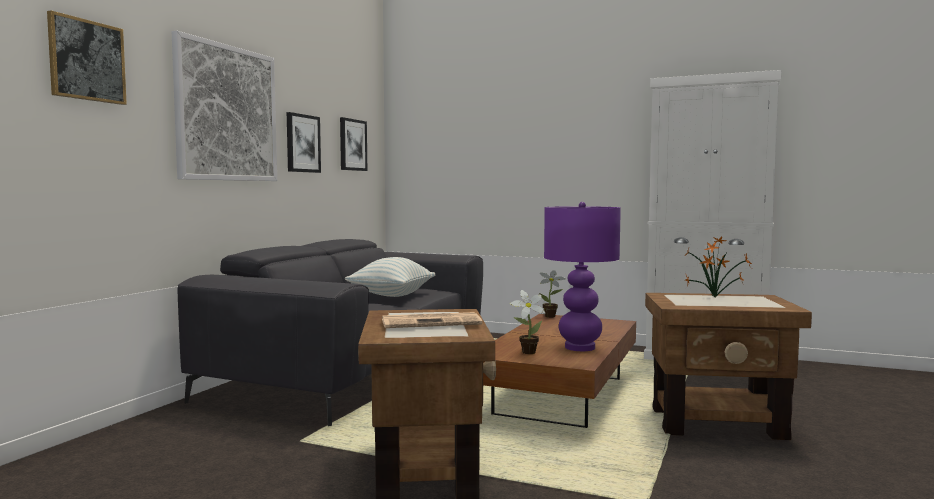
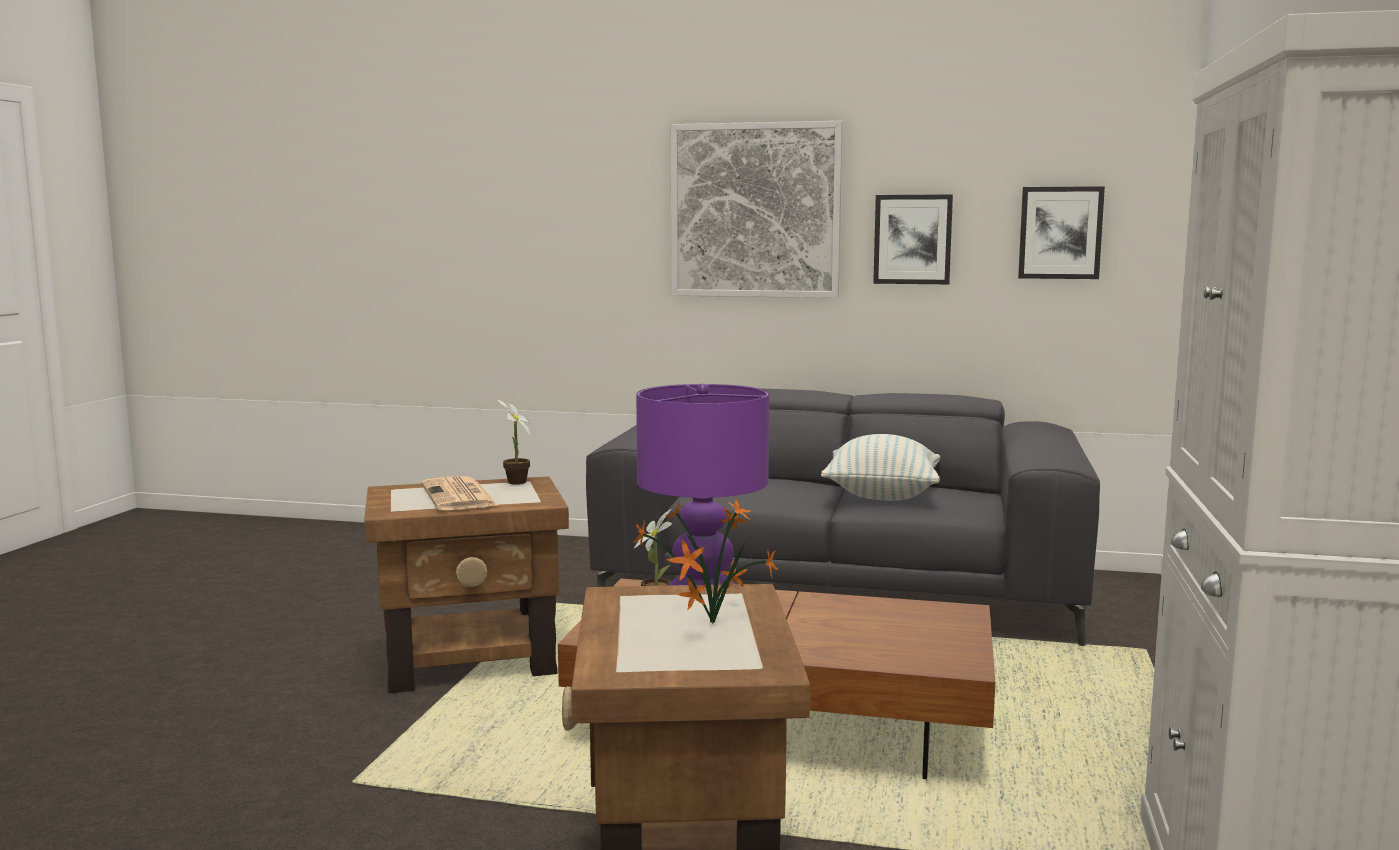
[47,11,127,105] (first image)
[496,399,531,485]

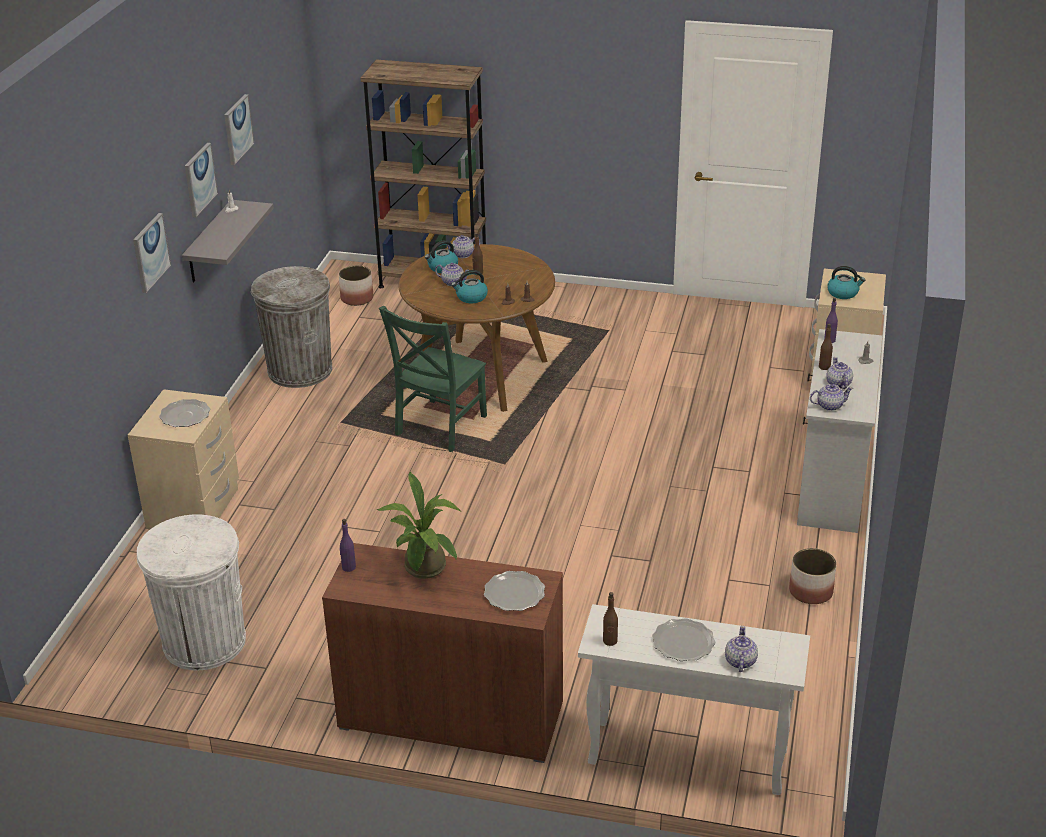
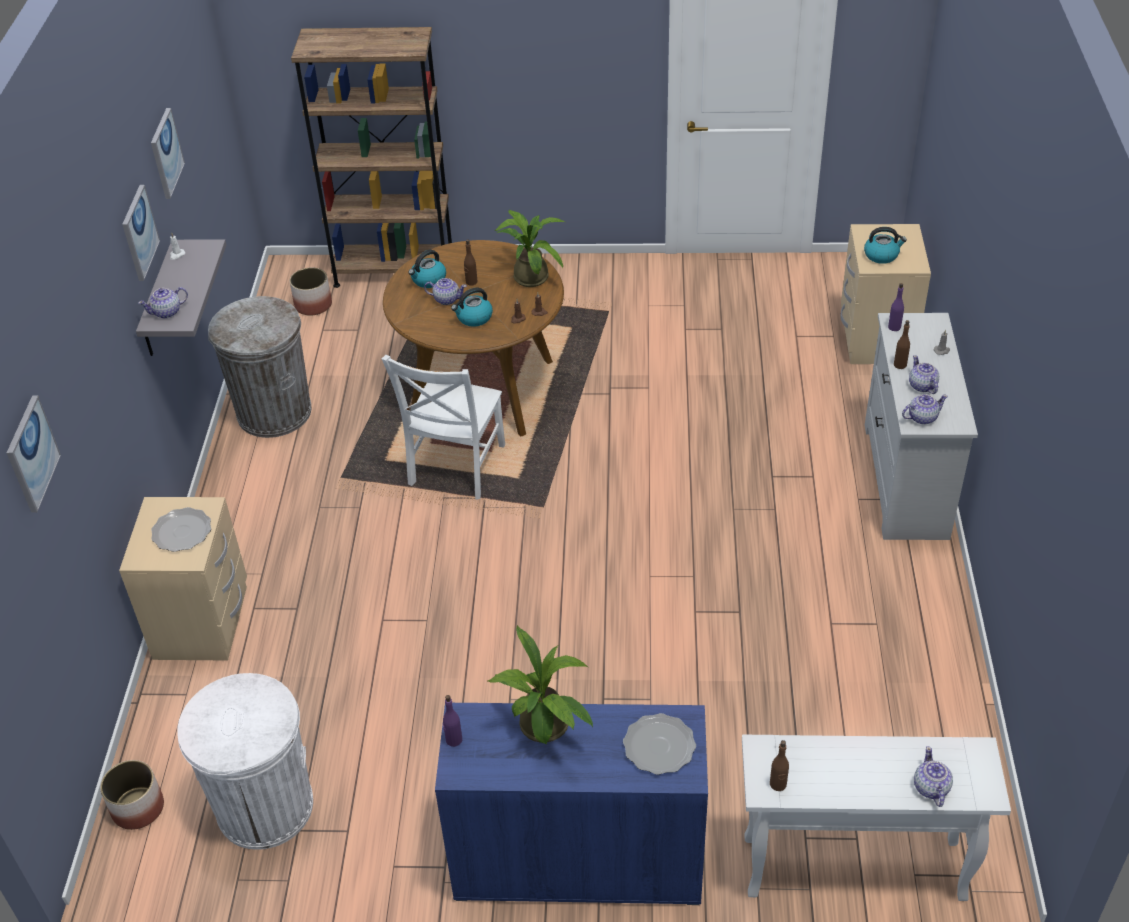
[7,395,61,513]
[435,703,708,905]
[382,355,505,499]
[138,287,188,319]
[652,618,715,661] (first image)
[100,760,164,830]
[494,210,565,287]

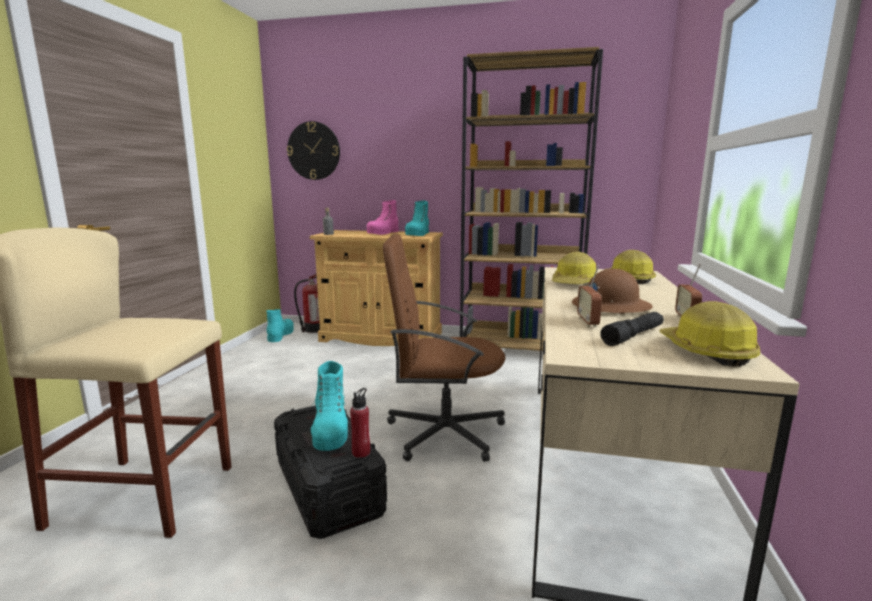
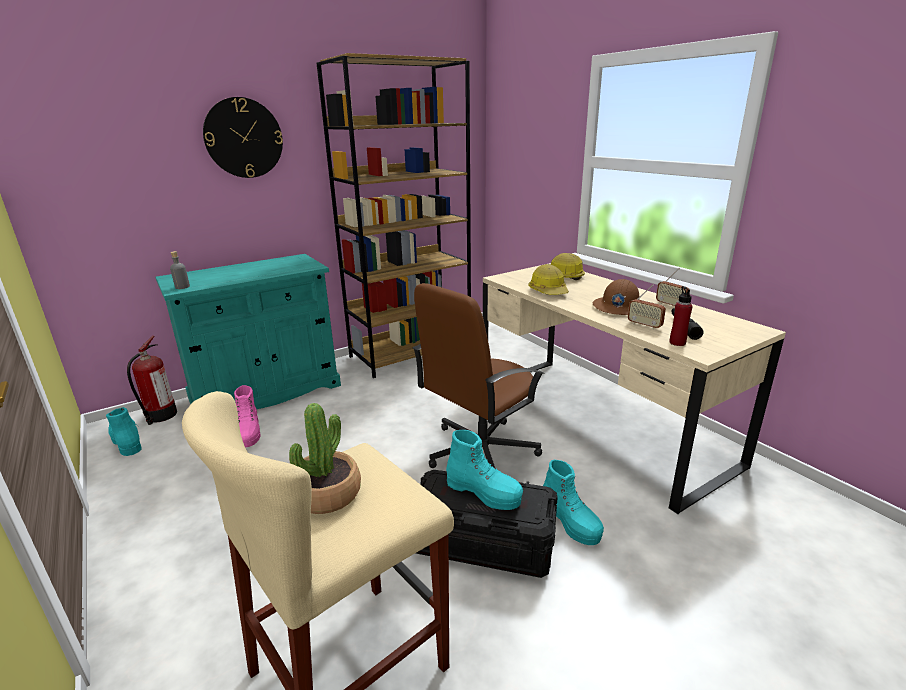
[203,97,283,178]
[156,254,341,409]
[669,286,693,346]
[234,385,261,448]
[543,460,604,545]
[659,301,760,367] (first image)
[289,403,361,514]

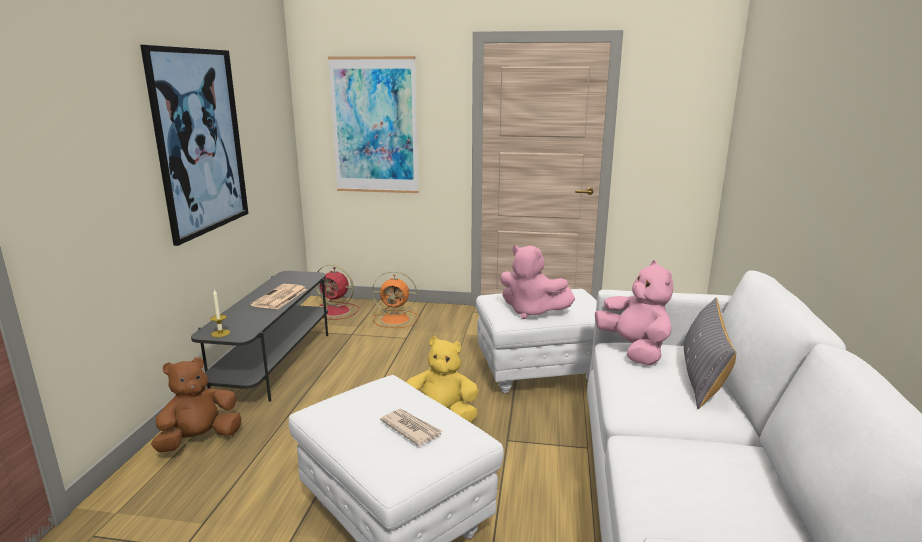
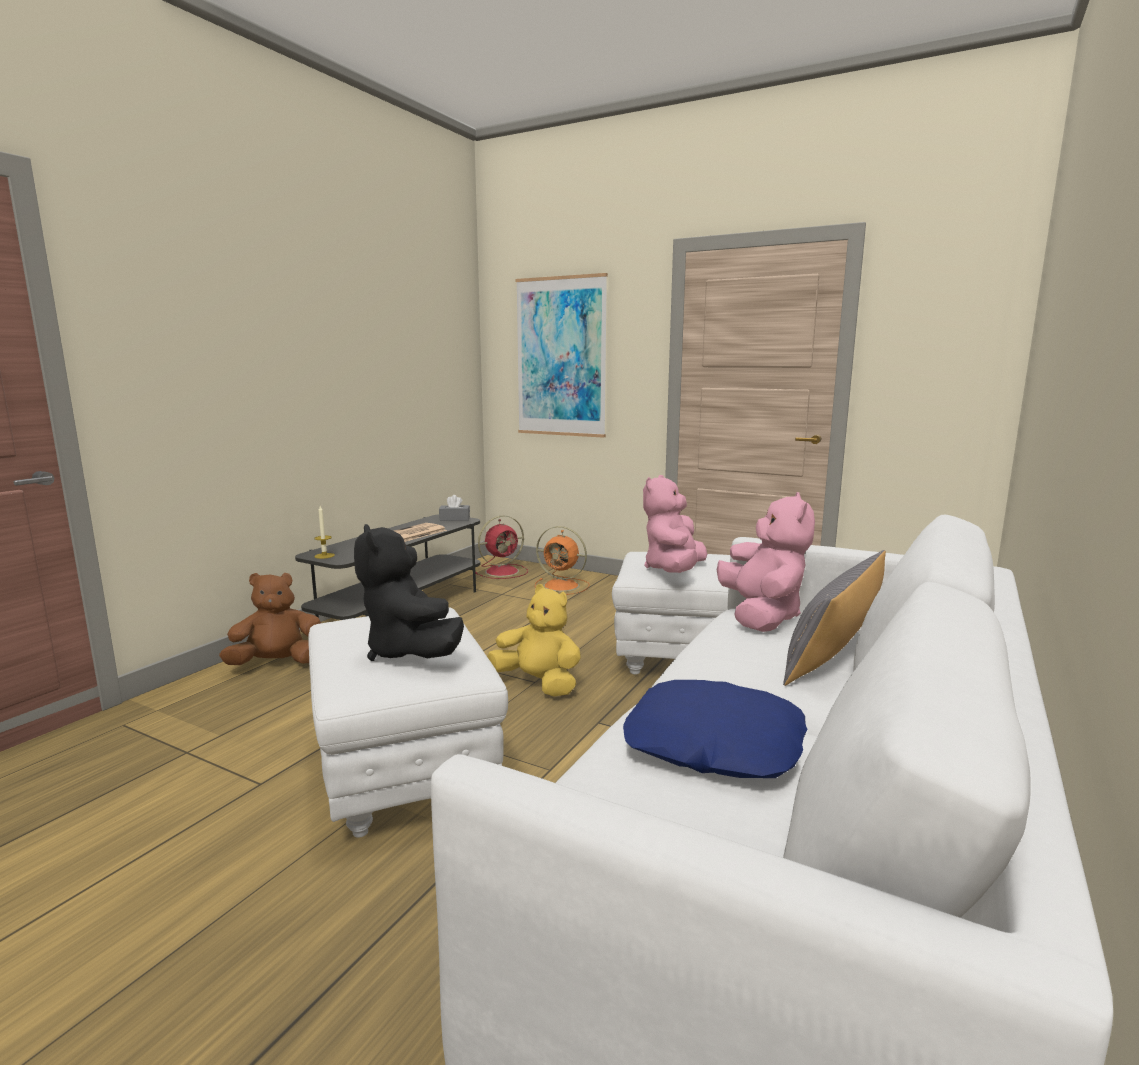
[140,45,249,246] (first image)
[475,515,528,579]
[354,524,464,661]
[643,475,707,573]
[439,495,470,521]
[623,680,808,778]

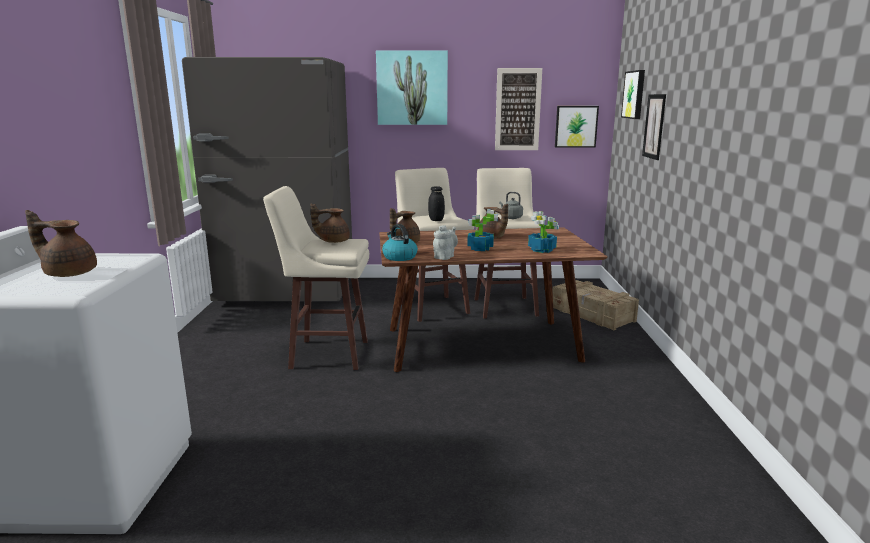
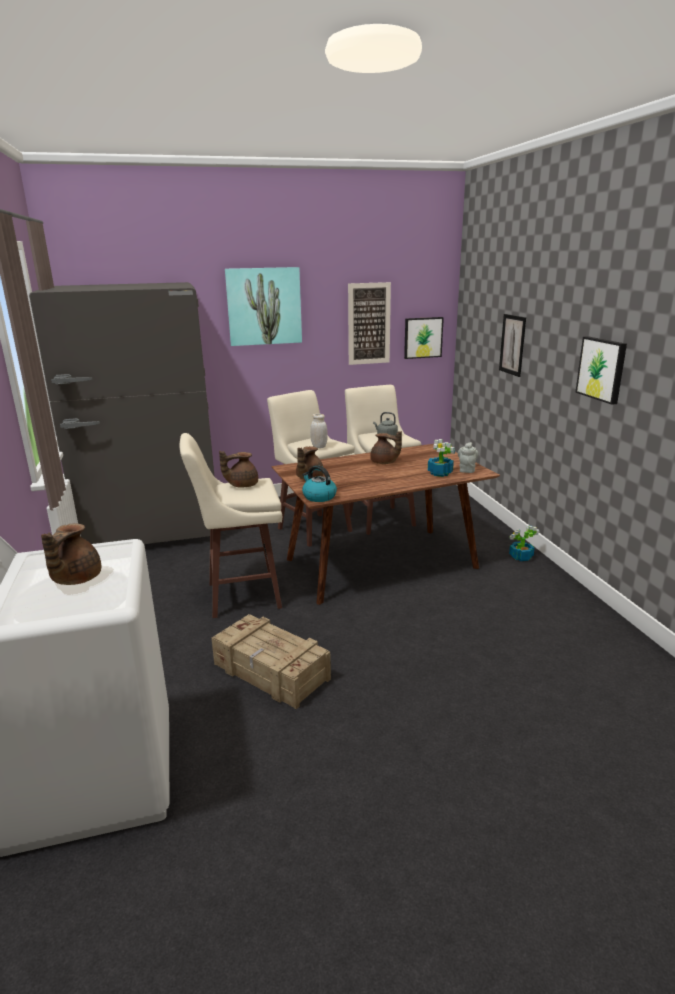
[41,523,101,585]
[310,414,328,448]
[458,442,479,473]
[509,526,540,561]
[211,614,331,709]
[575,336,627,405]

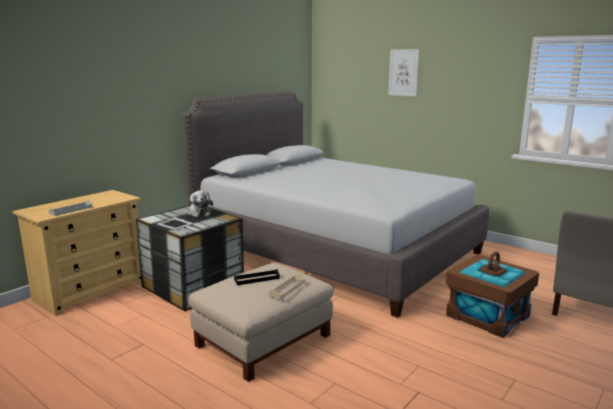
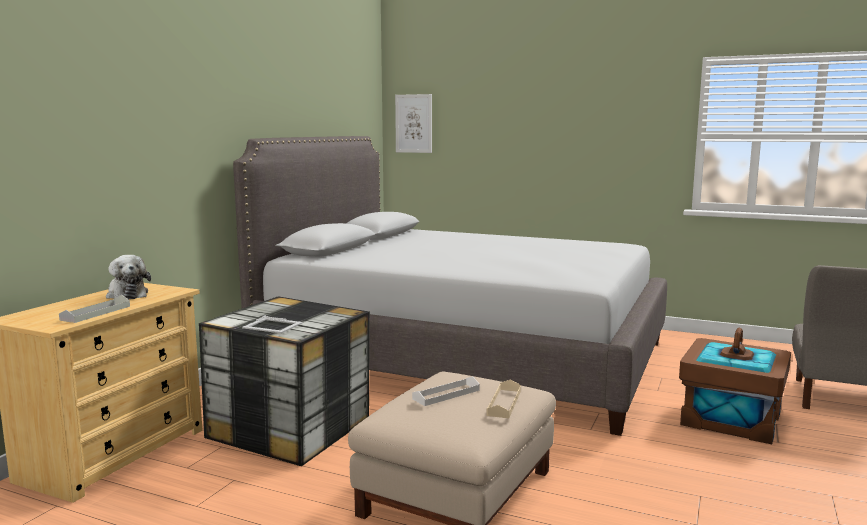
[106,255,151,299]
[412,376,480,406]
[395,94,432,153]

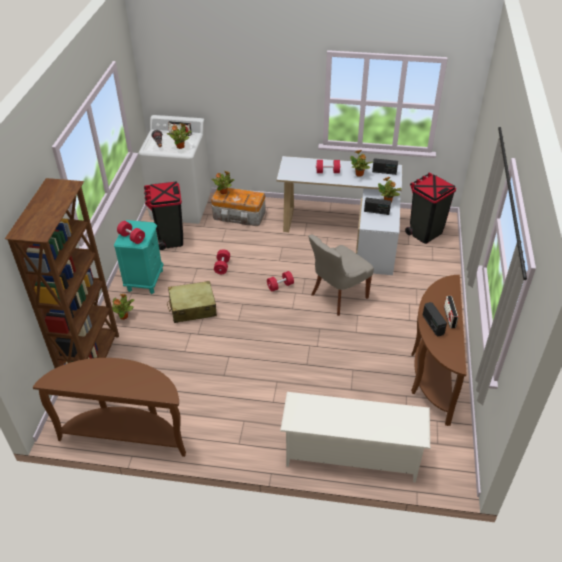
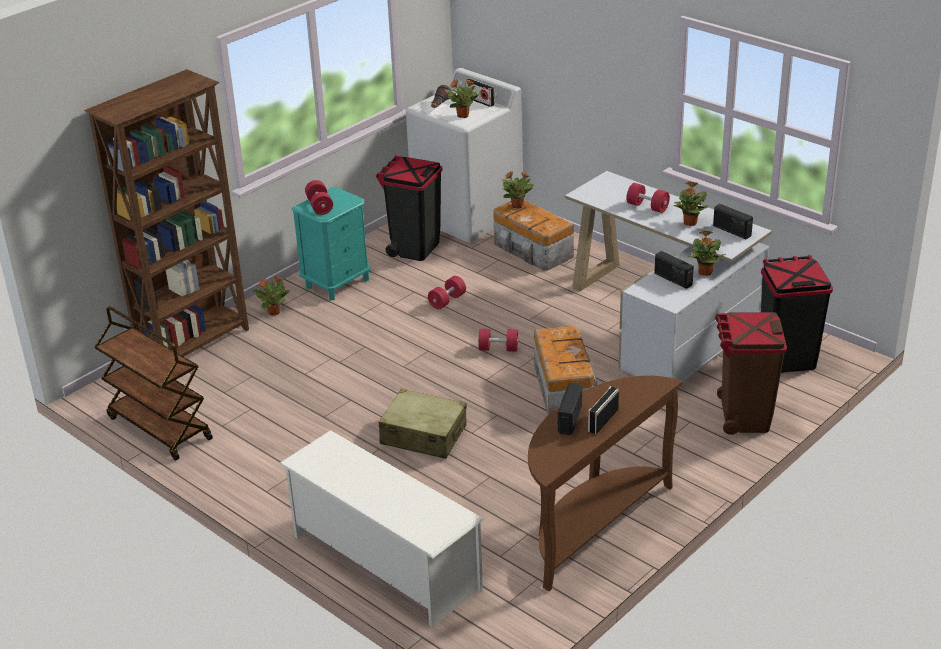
[95,306,213,460]
[379,389,467,459]
[534,326,597,415]
[715,312,787,435]

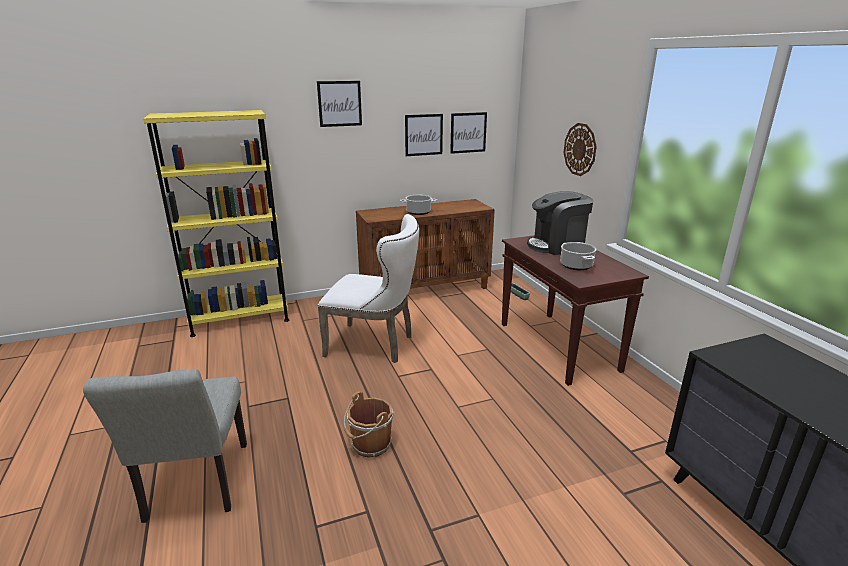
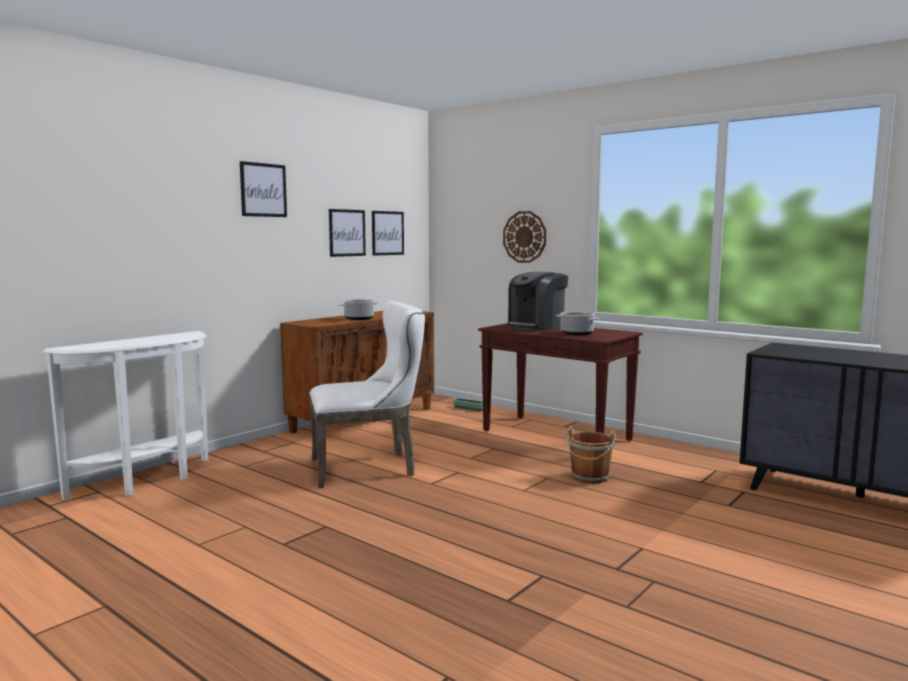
[83,369,247,523] (first image)
[43,331,208,500]
[566,426,616,483]

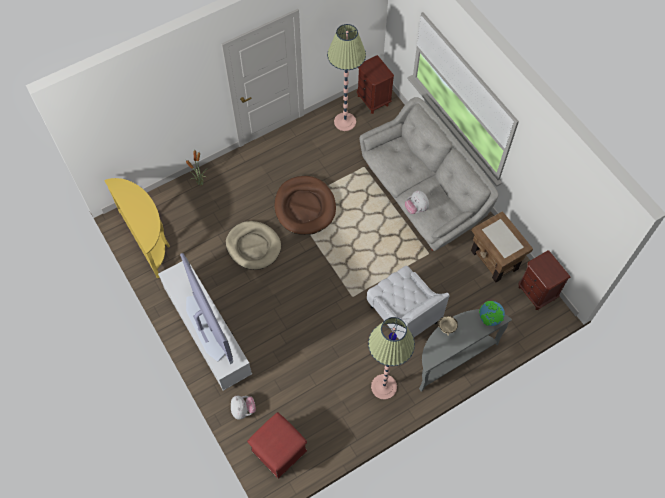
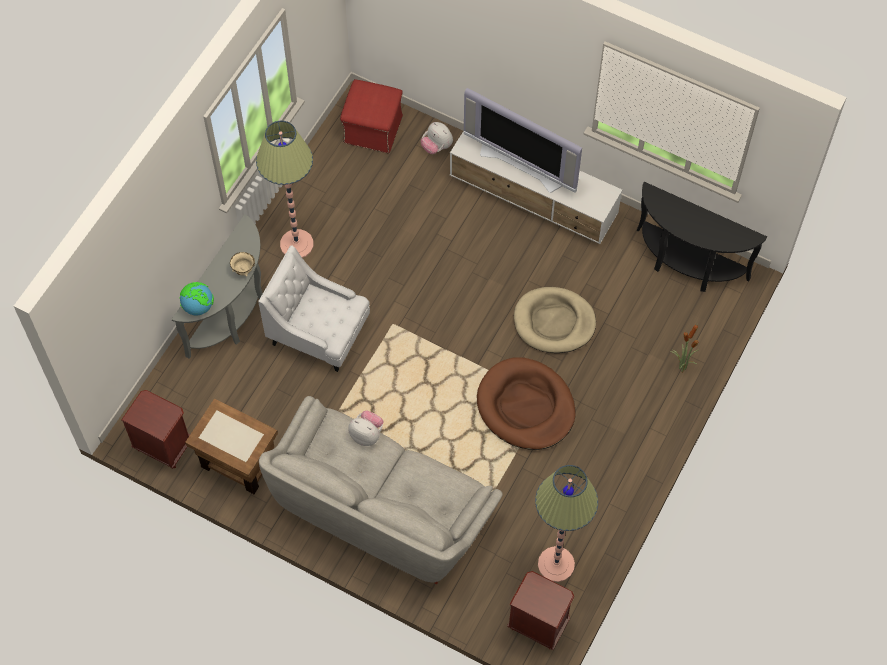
[636,182,767,292]

